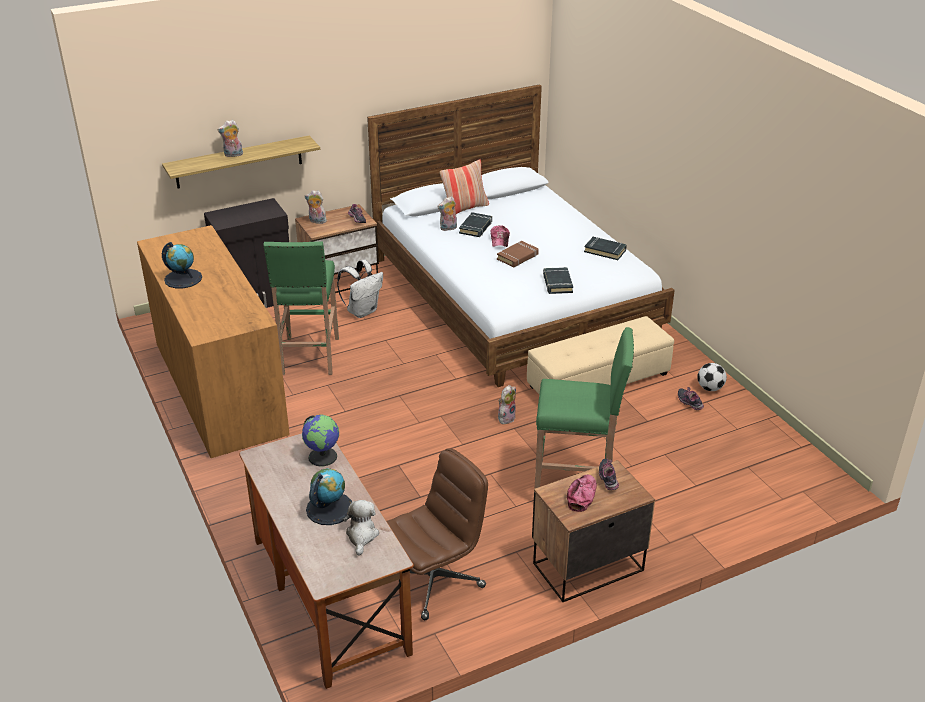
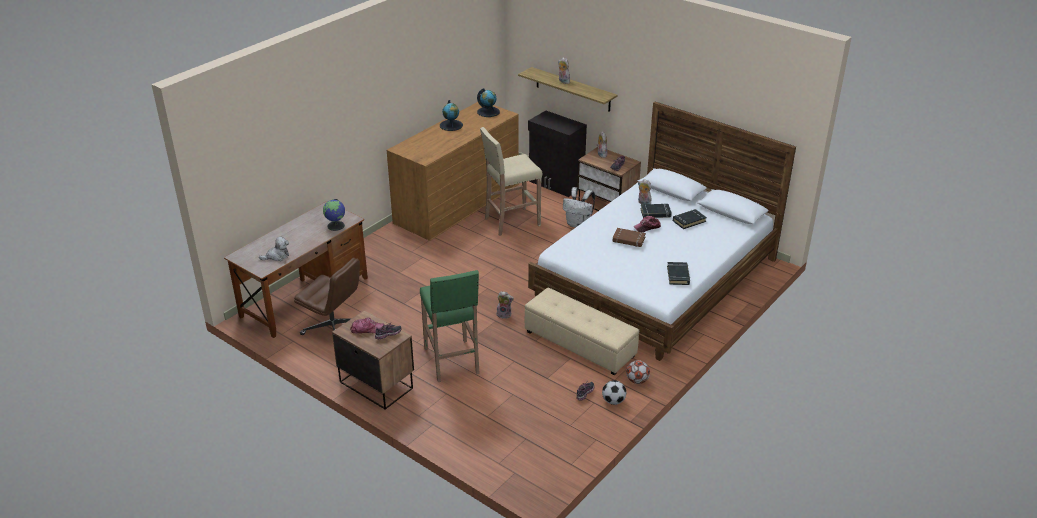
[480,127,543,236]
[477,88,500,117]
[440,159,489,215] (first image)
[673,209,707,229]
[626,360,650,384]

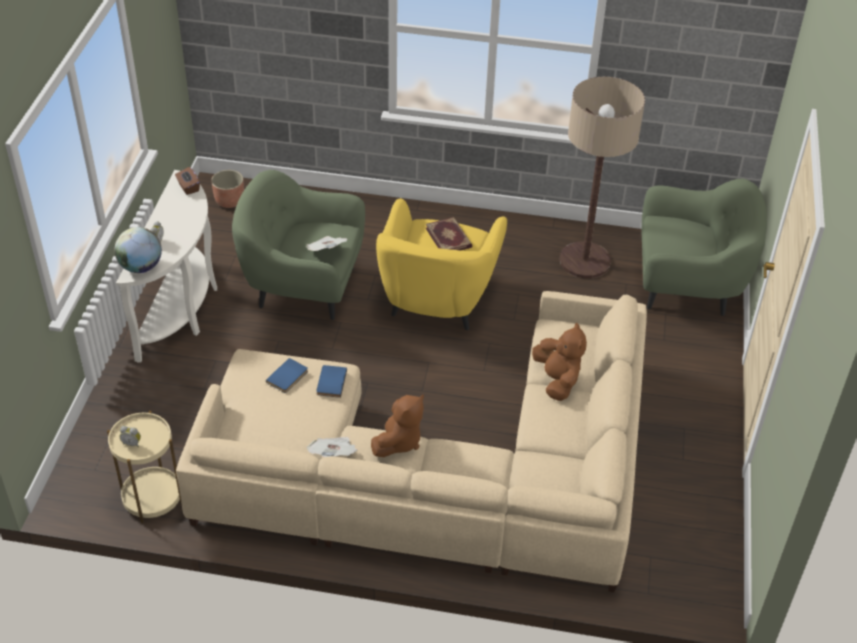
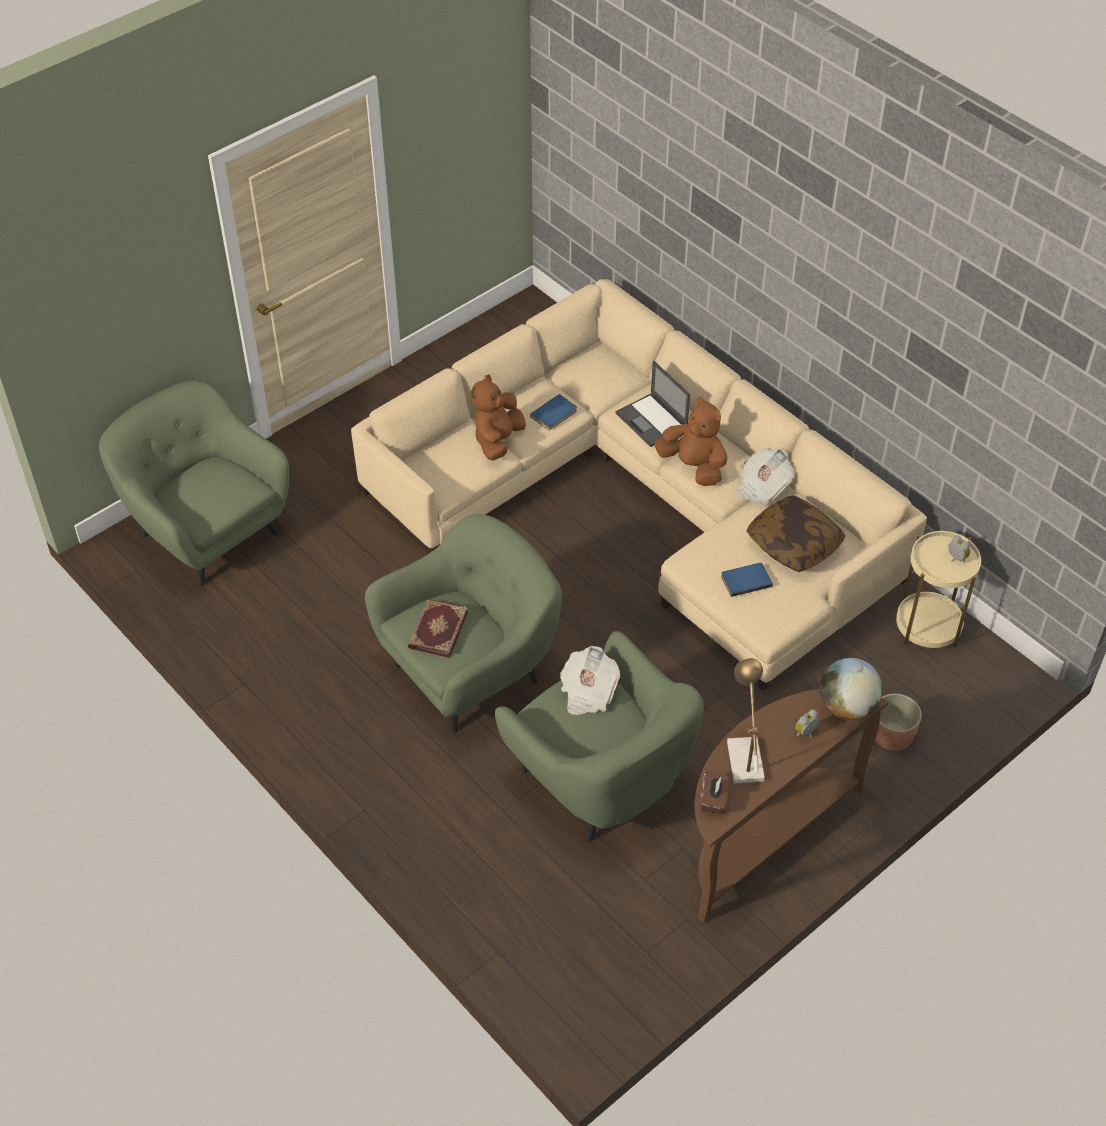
[695,689,888,923]
[875,693,922,751]
[530,394,577,430]
[654,397,727,486]
[365,514,562,733]
[560,77,645,278] (first image)
[615,360,690,447]
[727,658,765,783]
[747,495,845,572]

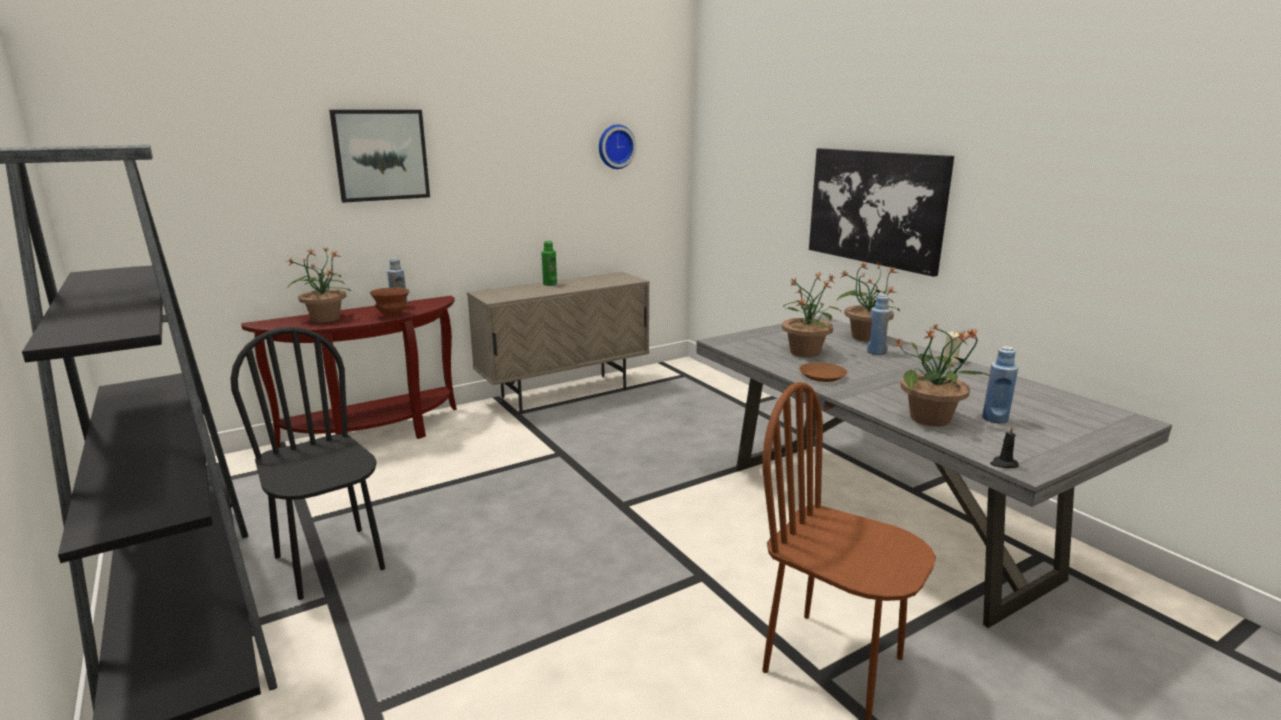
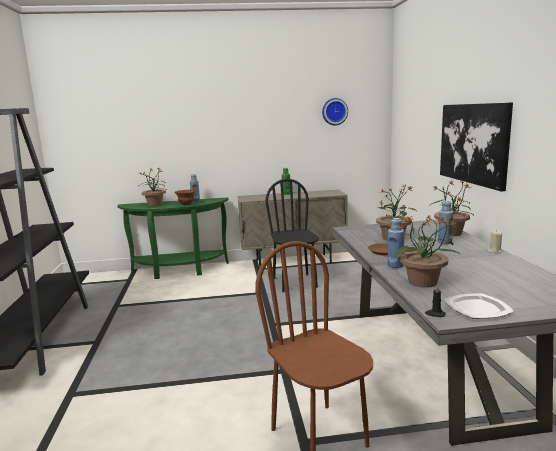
[266,179,319,292]
[117,197,229,279]
[329,110,430,203] (first image)
[388,218,404,268]
[444,294,514,318]

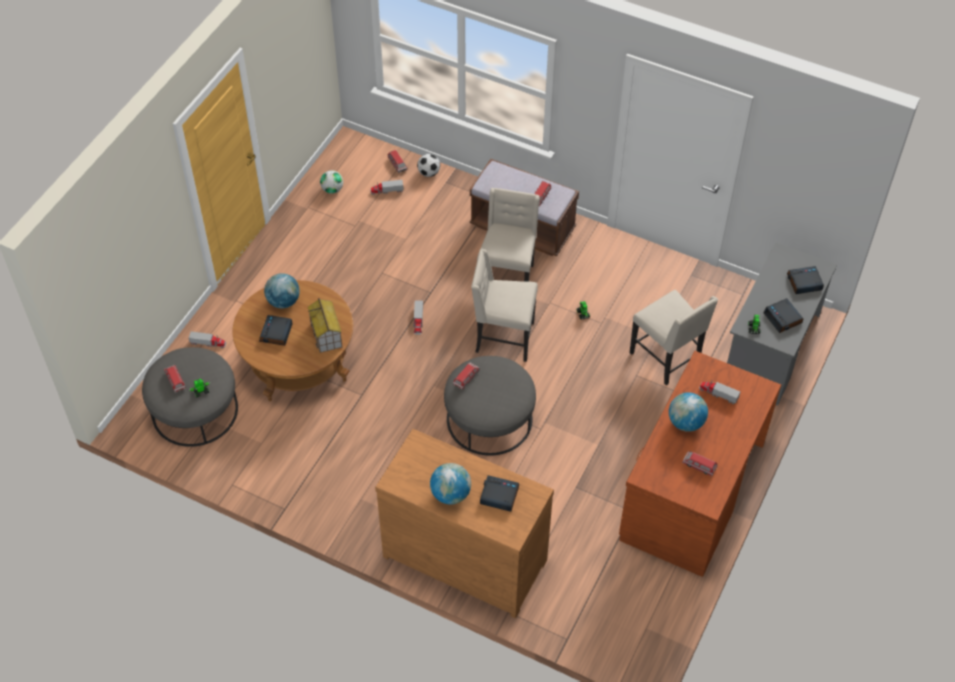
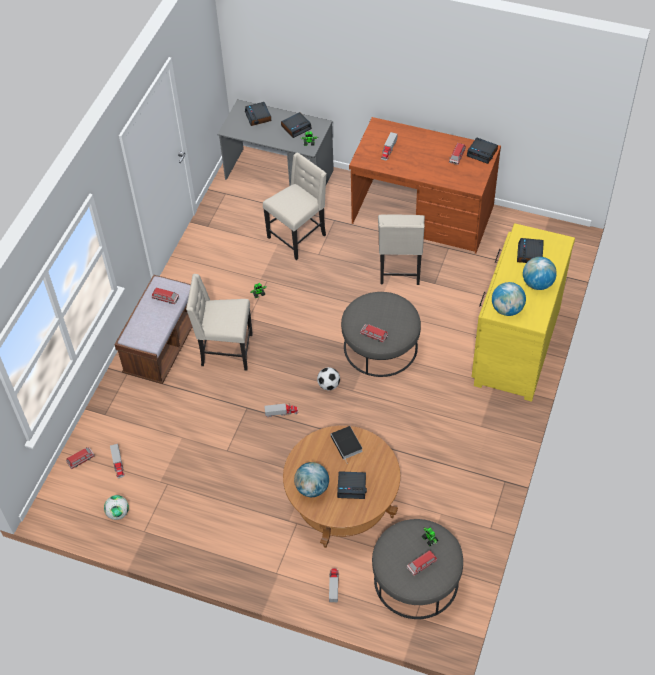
[331,426,363,463]
[472,223,575,402]
[317,367,340,390]
[378,214,425,285]
[492,282,526,316]
[467,137,498,164]

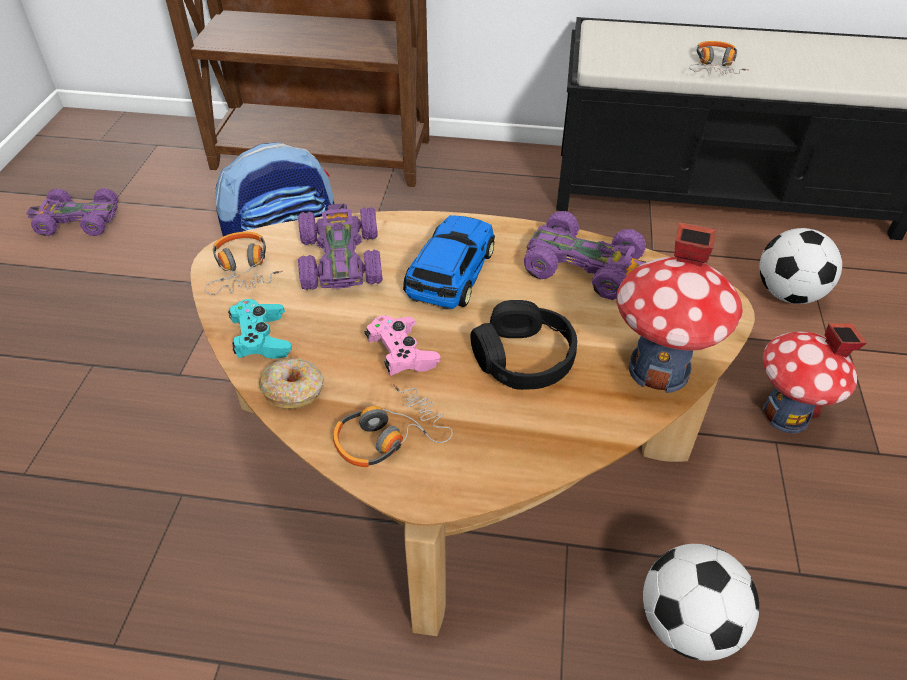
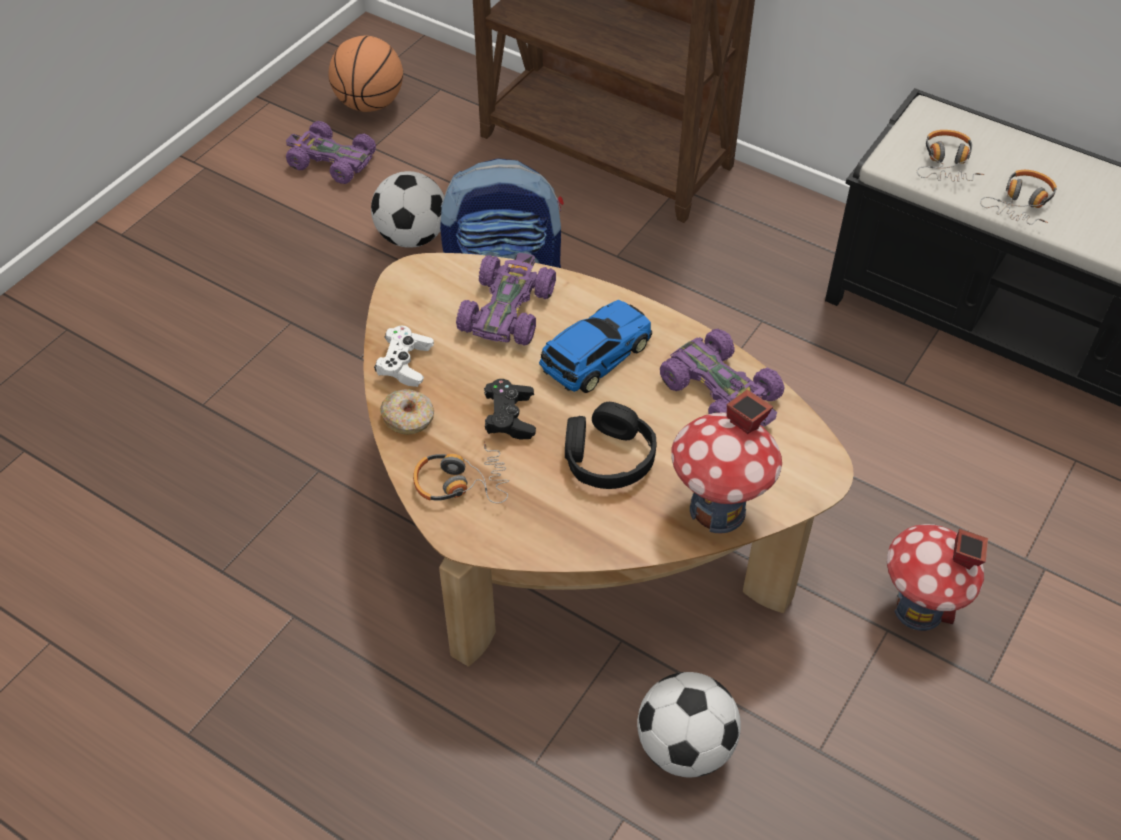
[917,130,984,182]
[374,326,434,387]
[484,379,536,440]
[371,171,444,248]
[328,36,403,112]

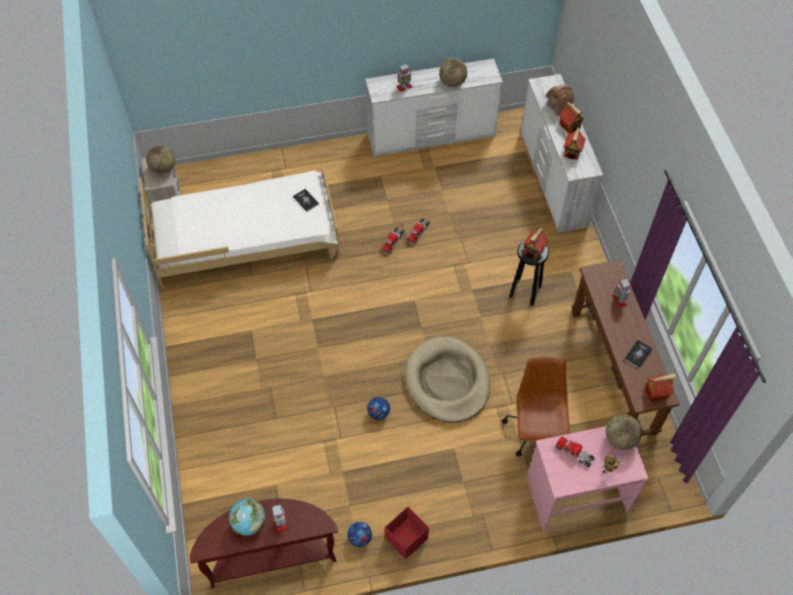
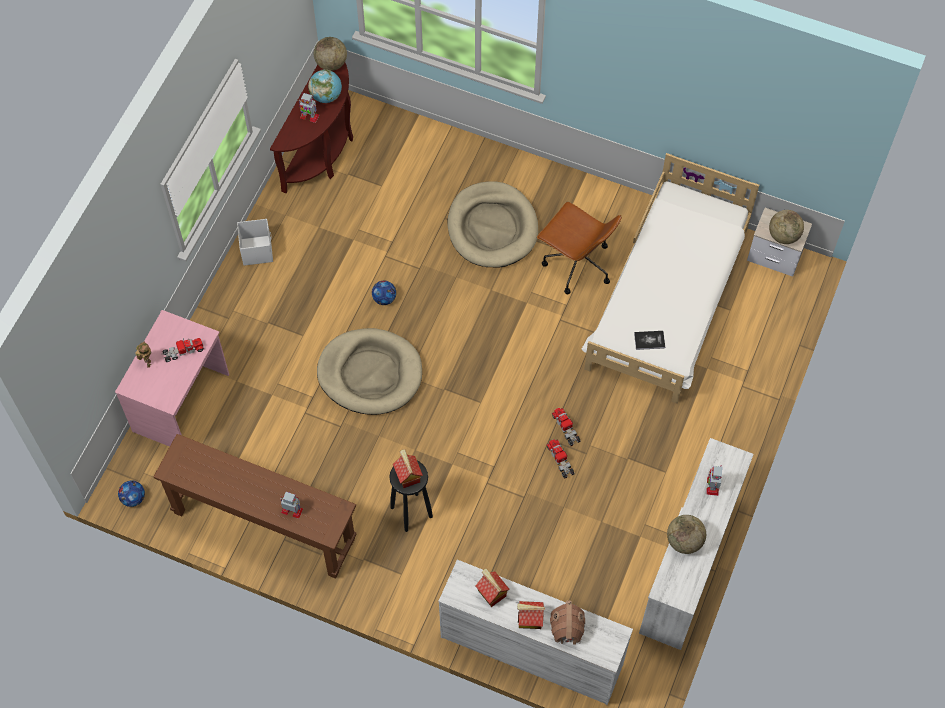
[118,481,145,507]
[237,219,273,266]
[537,202,622,294]
[314,37,347,71]
[624,340,653,369] (first image)
[645,373,676,401] (first image)
[448,181,538,268]

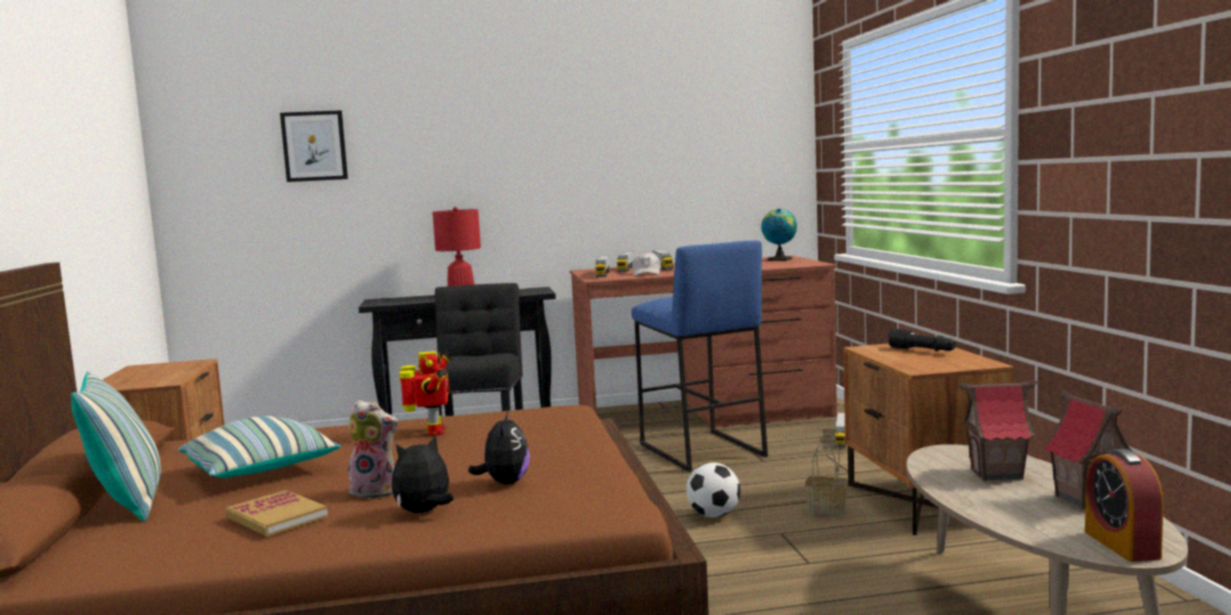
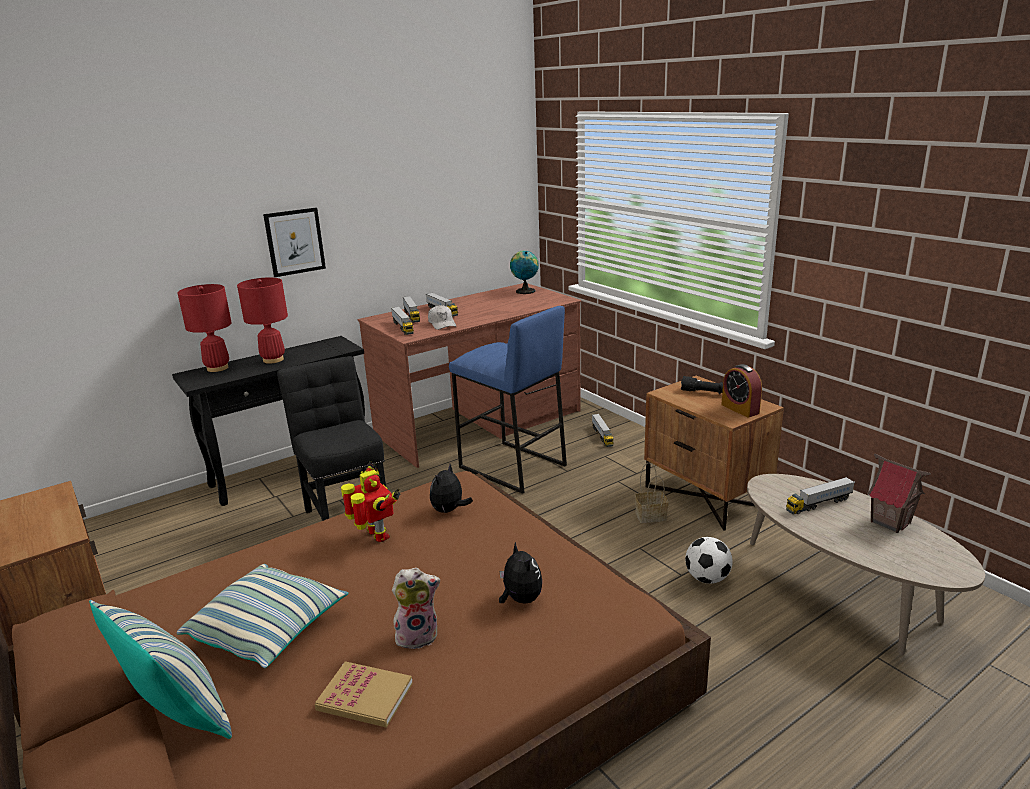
[263,208,326,277]
[430,464,473,513]
[685,537,733,584]
[786,477,855,514]
[721,364,762,417]
[178,284,232,372]

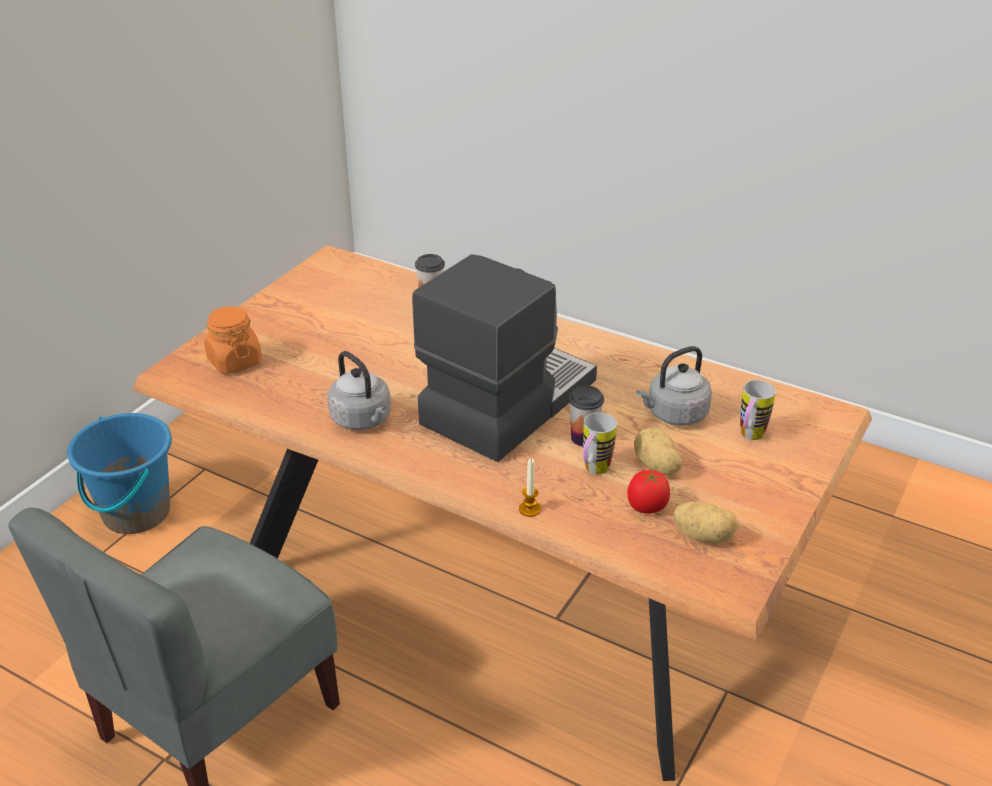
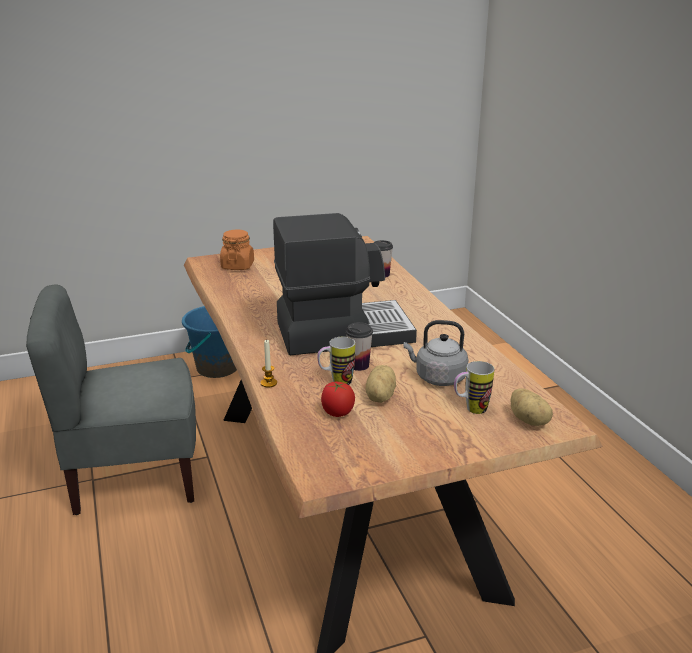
[327,351,391,430] (first image)
[510,388,553,426]

